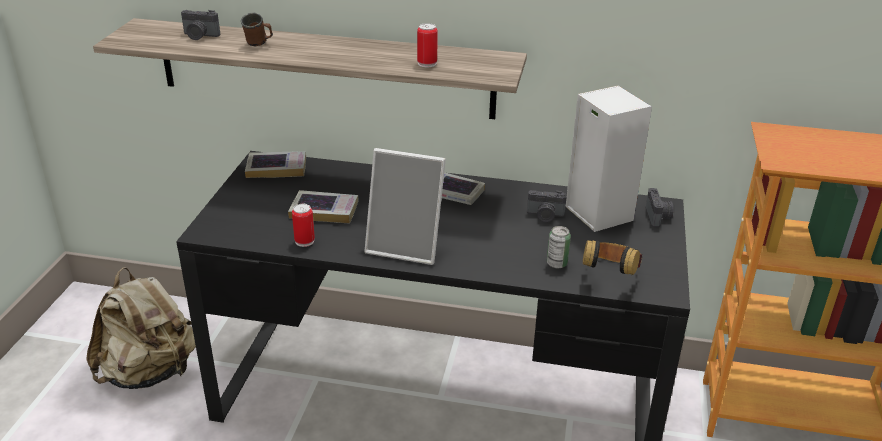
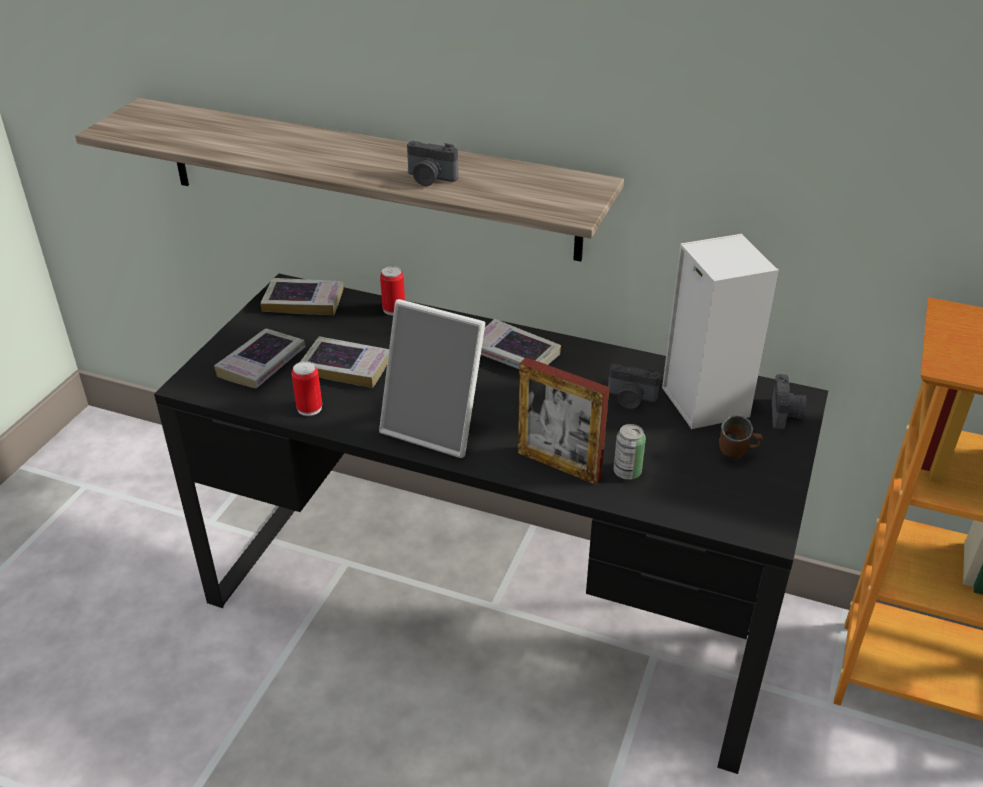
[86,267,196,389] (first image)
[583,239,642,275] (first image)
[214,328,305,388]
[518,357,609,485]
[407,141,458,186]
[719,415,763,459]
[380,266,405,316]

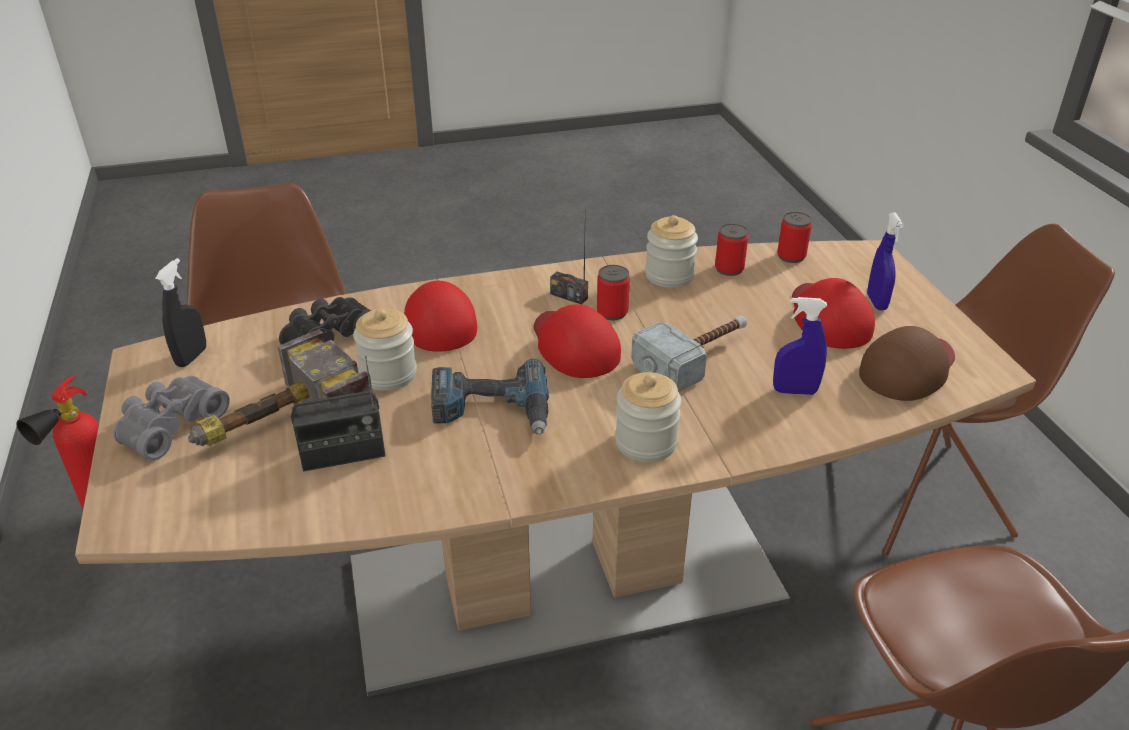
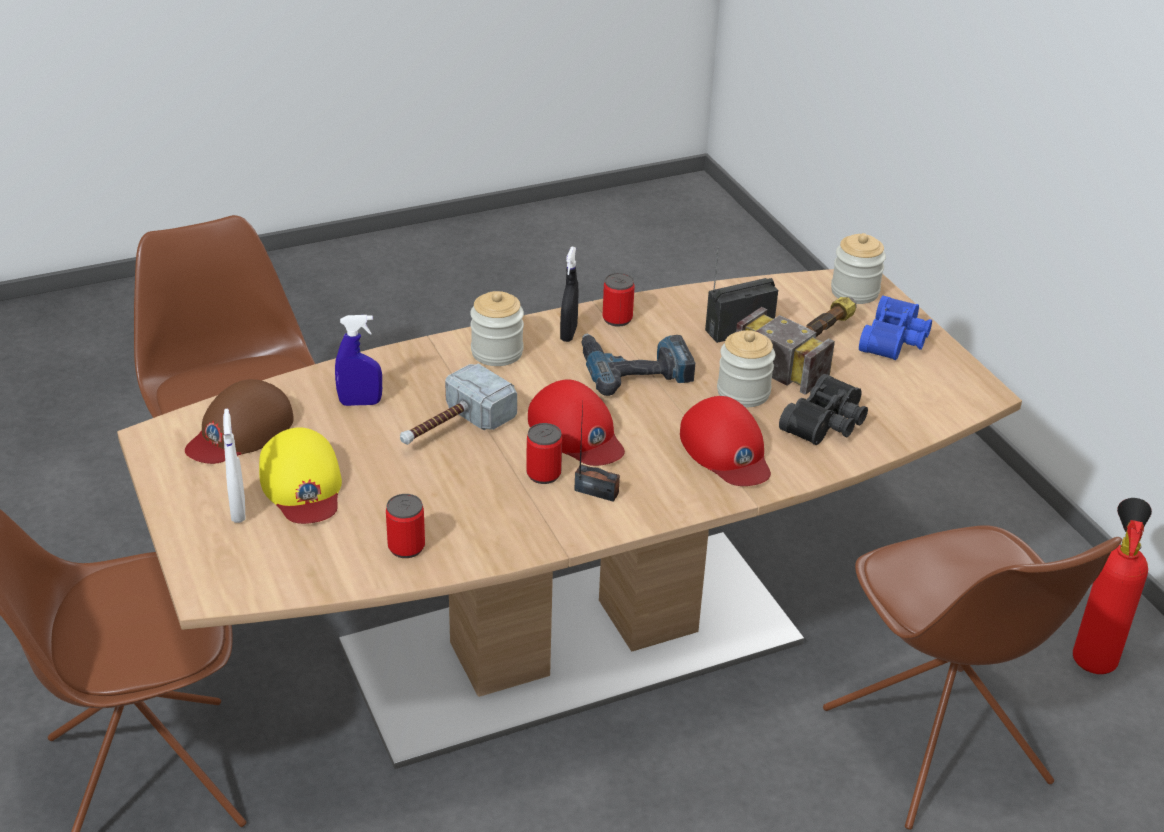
[560,247,578,342]
[831,233,886,304]
[602,273,635,326]
[859,296,932,360]
[259,427,342,524]
[223,409,245,523]

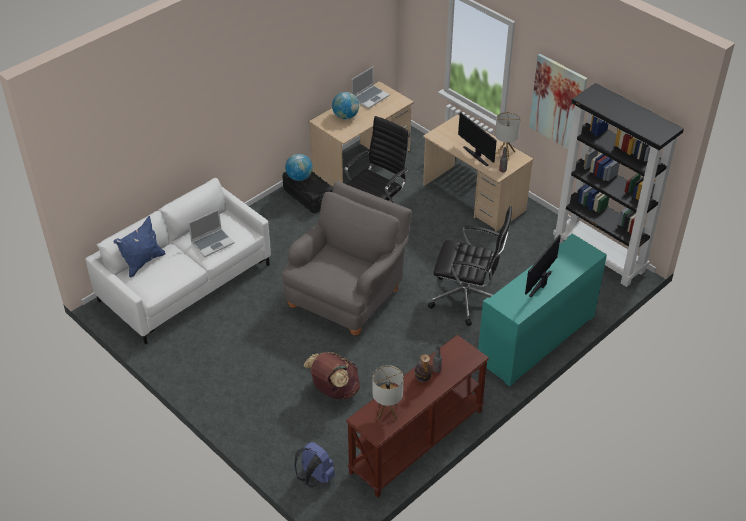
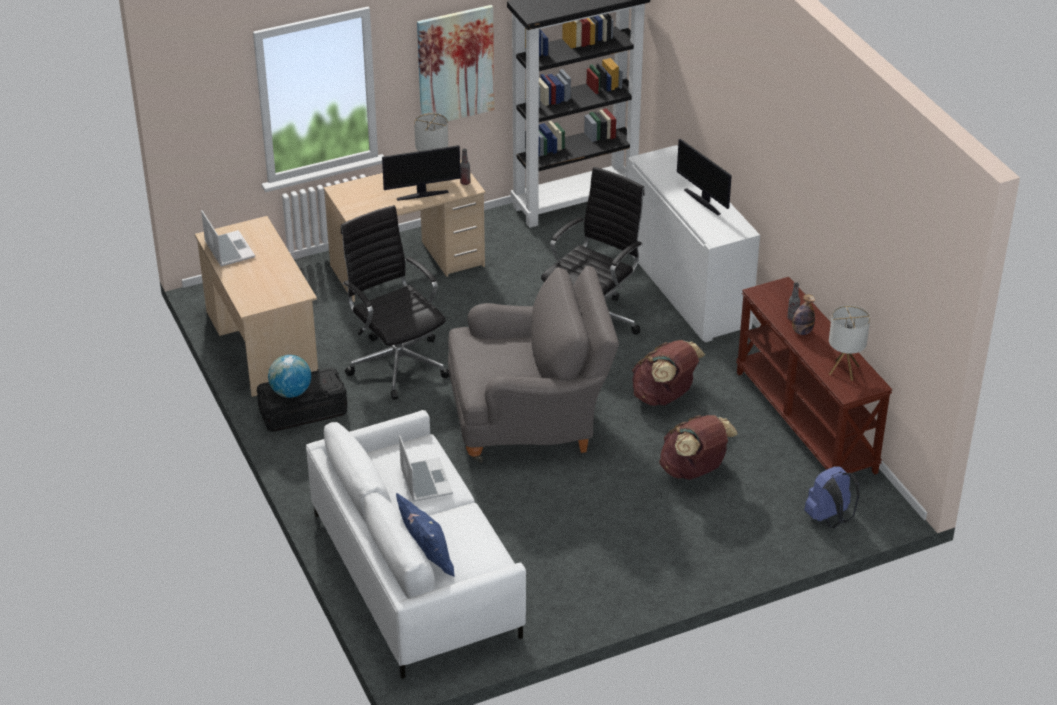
[332,92,359,119] (first image)
[632,340,706,406]
[627,145,760,342]
[448,266,619,462]

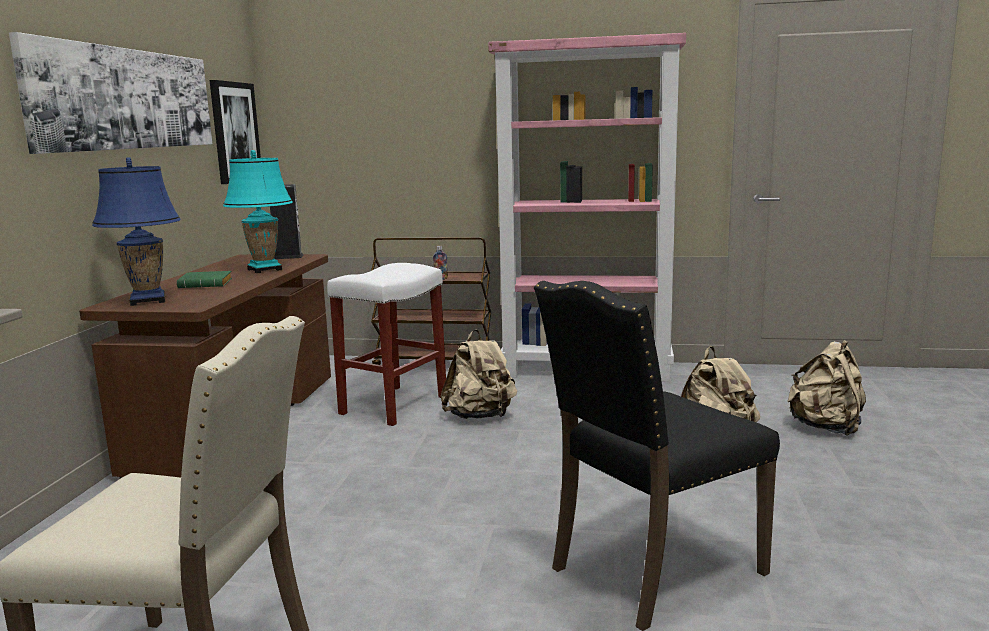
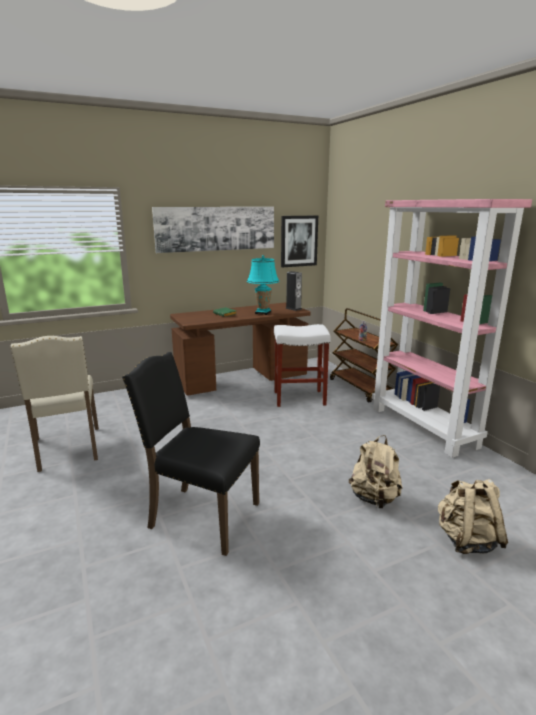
[92,157,181,306] (first image)
[441,329,517,419] (first image)

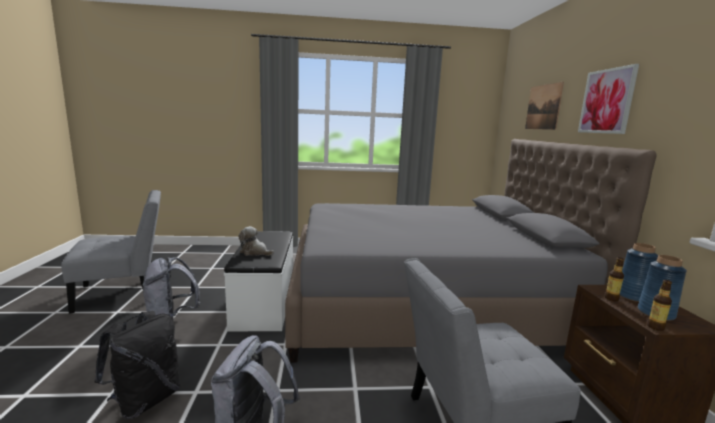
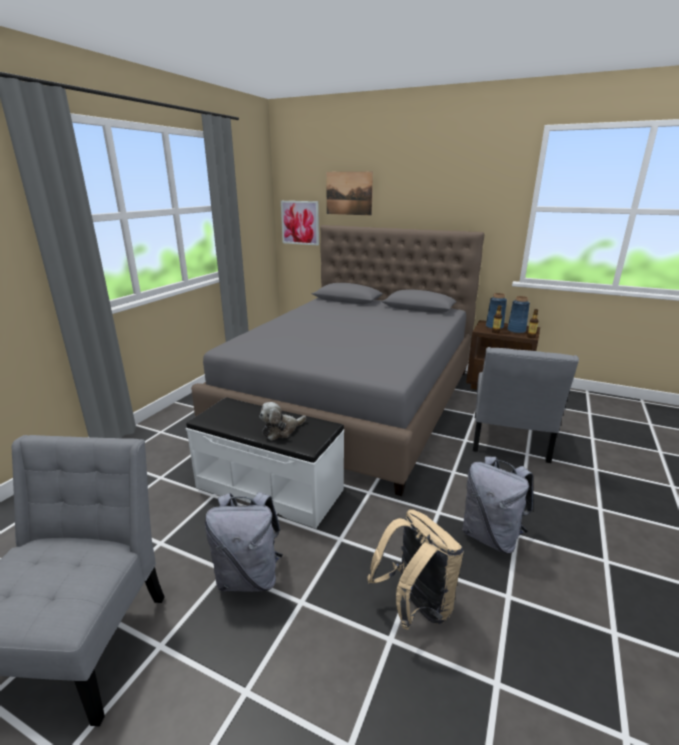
[281,201,319,245]
[367,509,464,630]

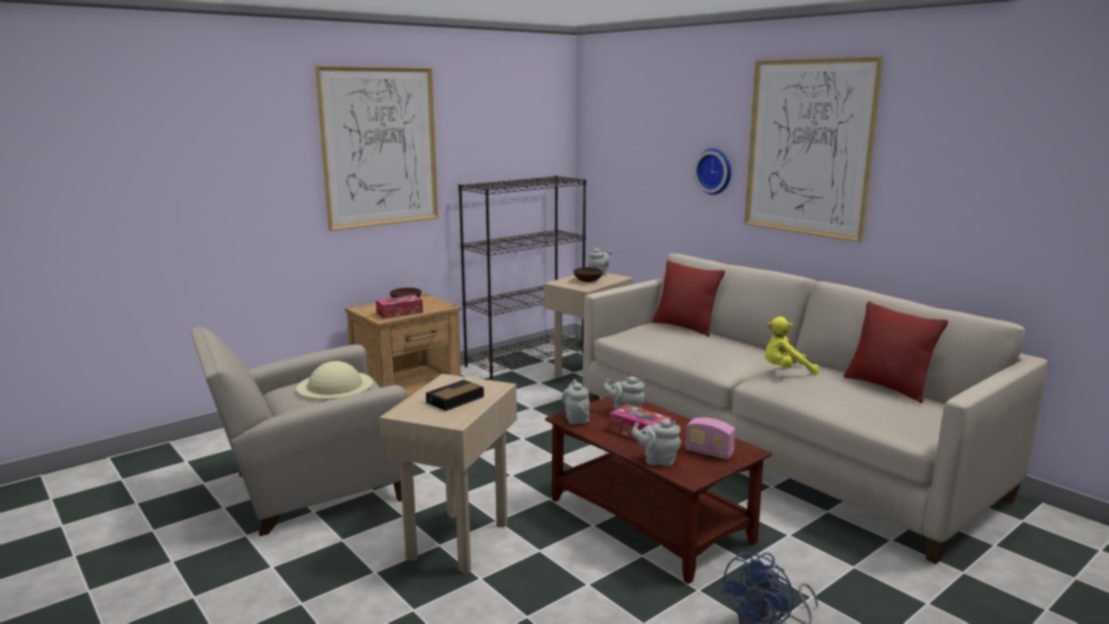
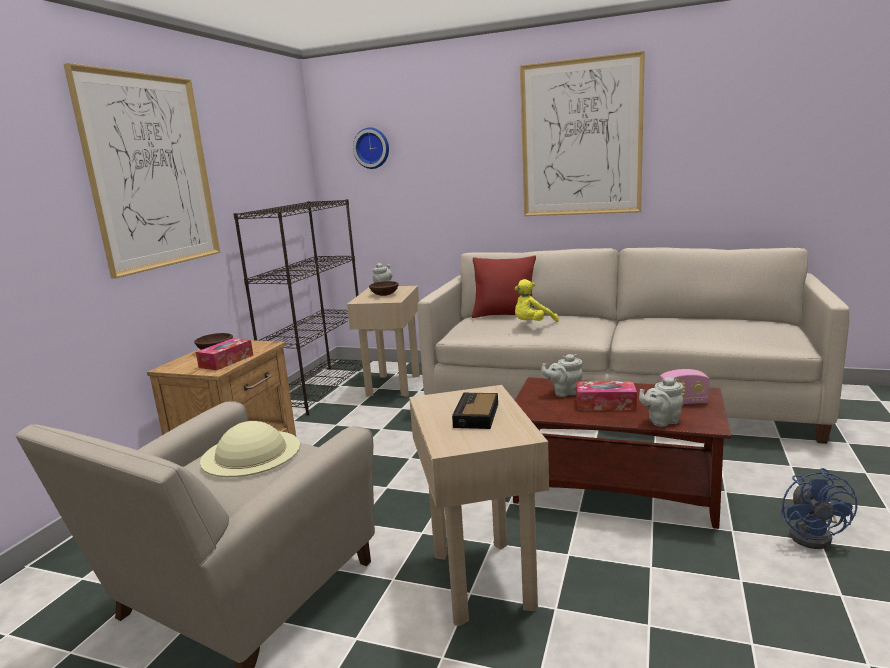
[561,380,590,424] (first image)
[844,301,948,403] (first image)
[353,127,389,169]
[515,279,559,322]

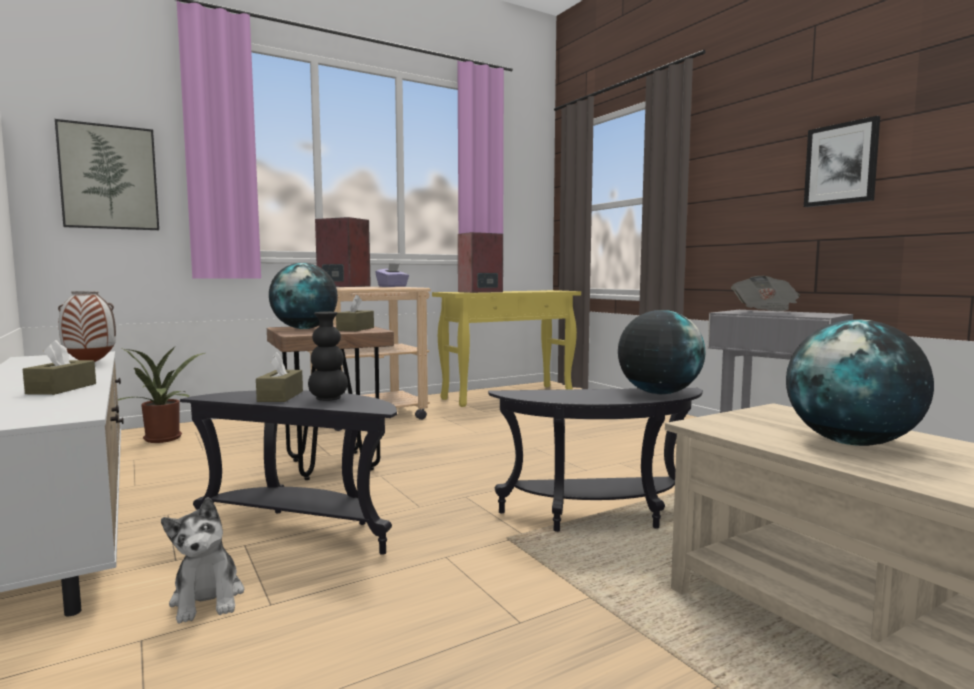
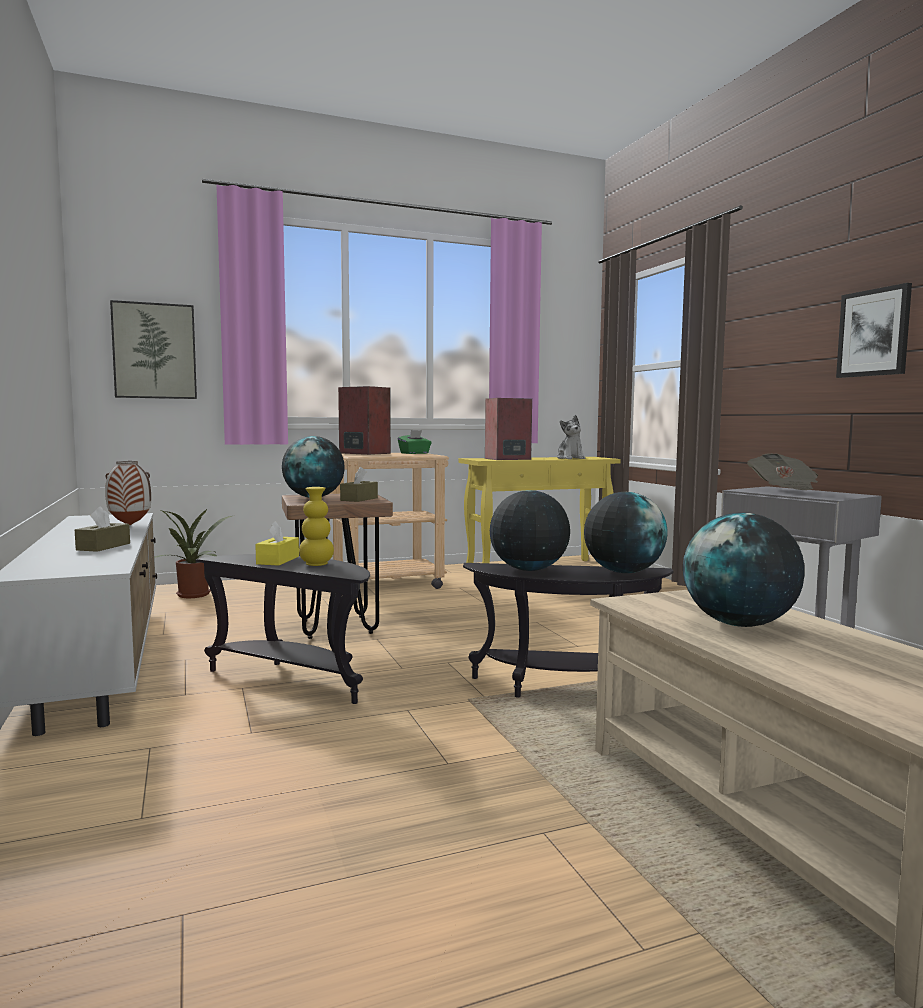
[490,490,570,571]
[557,415,585,459]
[255,521,299,566]
[299,487,334,566]
[398,430,432,454]

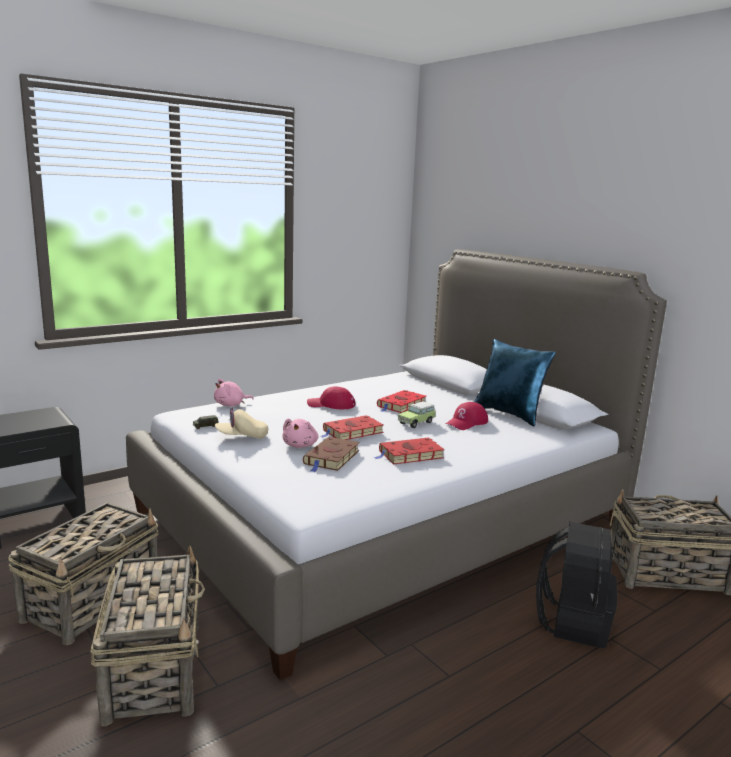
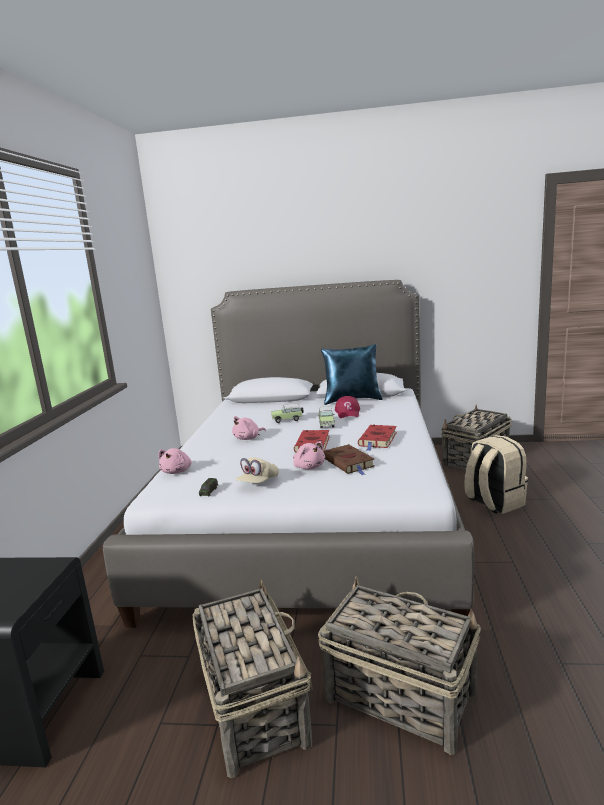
[232,416,266,440]
[271,404,304,423]
[464,435,528,514]

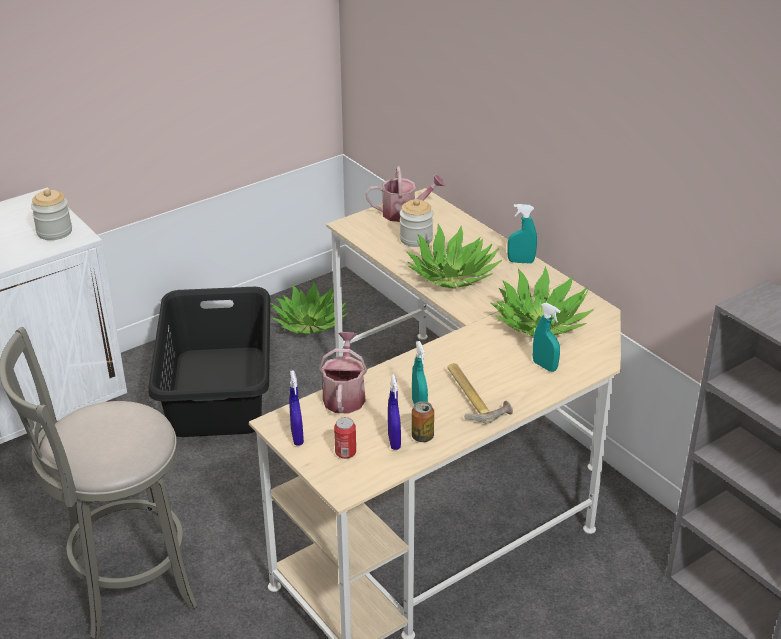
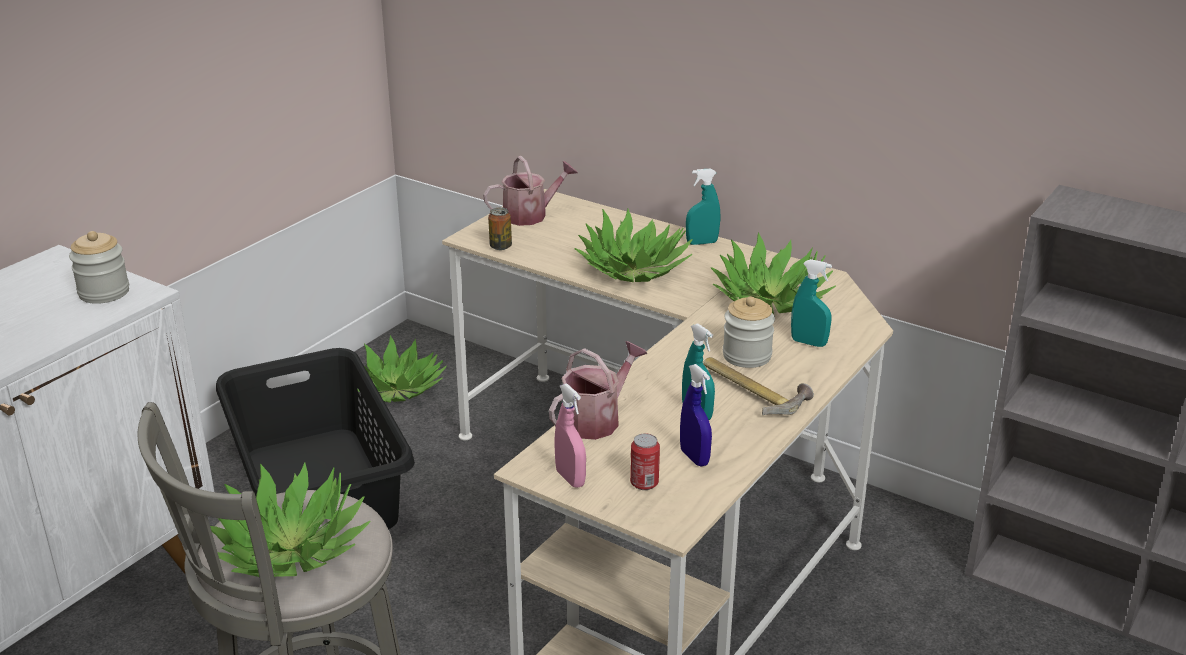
[210,463,371,577]
[723,296,775,368]
[488,208,512,250]
[555,383,586,488]
[549,341,647,440]

